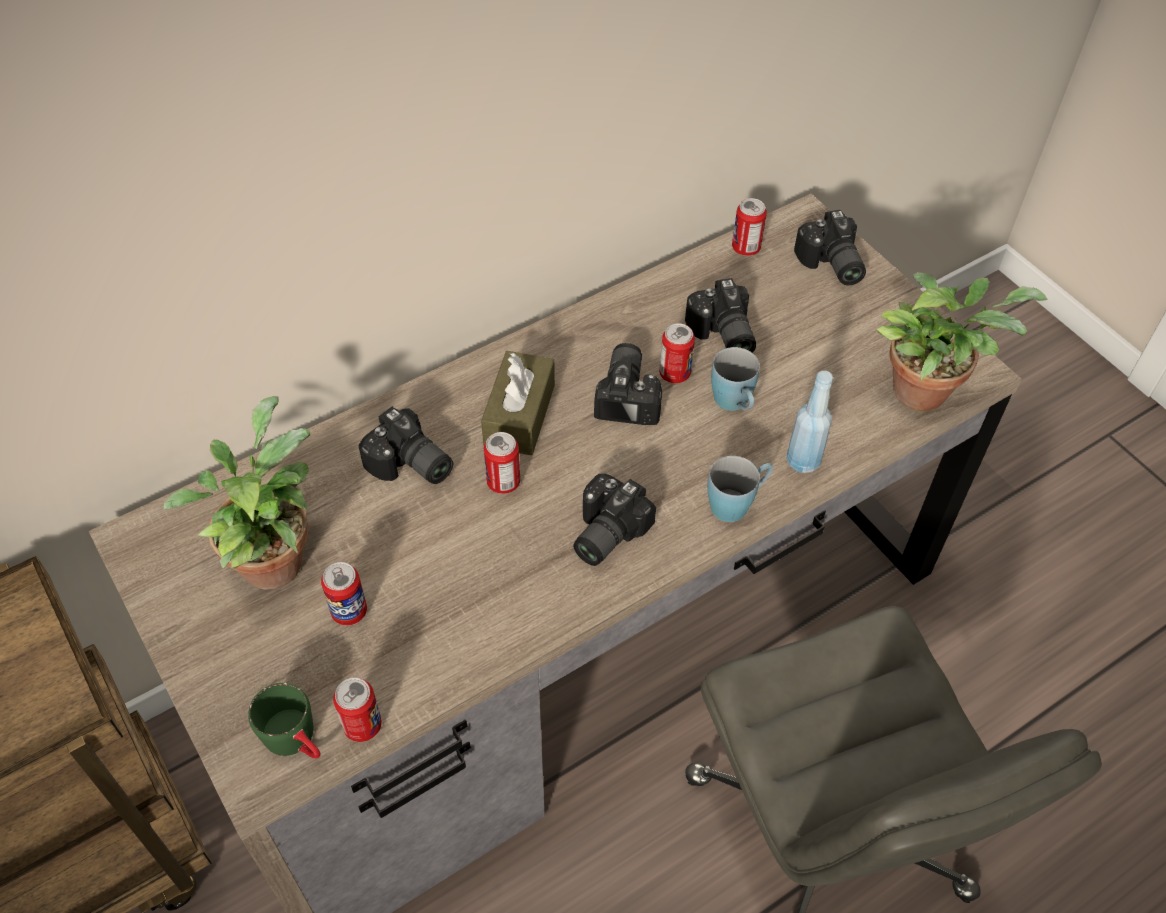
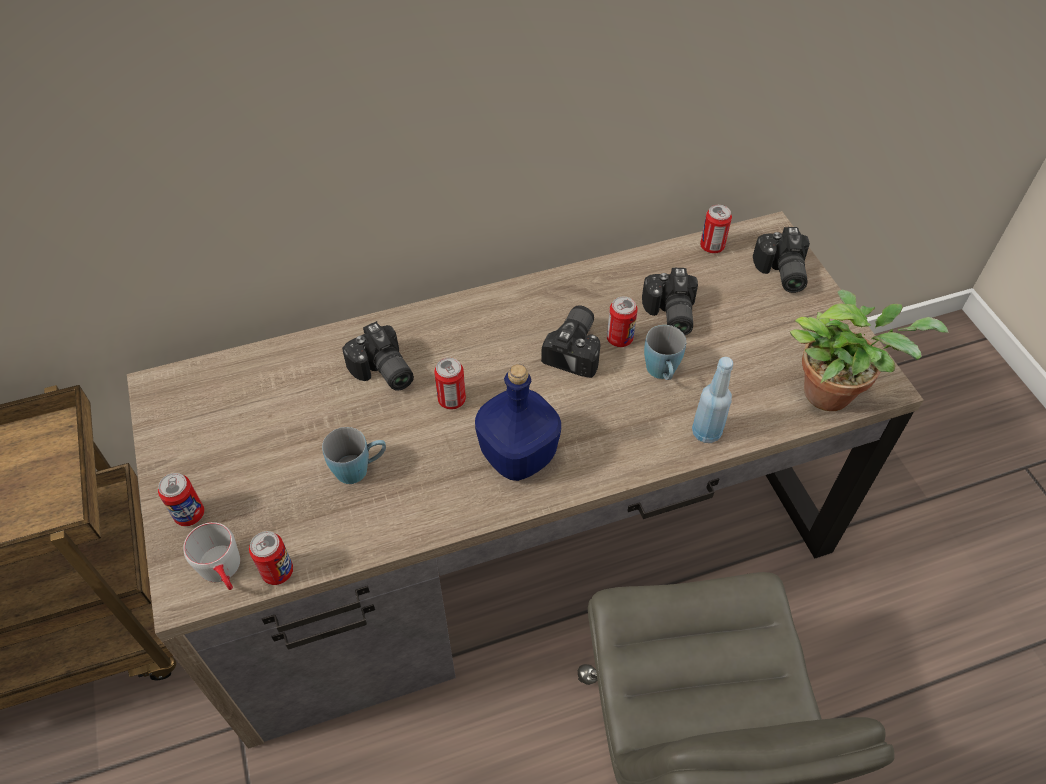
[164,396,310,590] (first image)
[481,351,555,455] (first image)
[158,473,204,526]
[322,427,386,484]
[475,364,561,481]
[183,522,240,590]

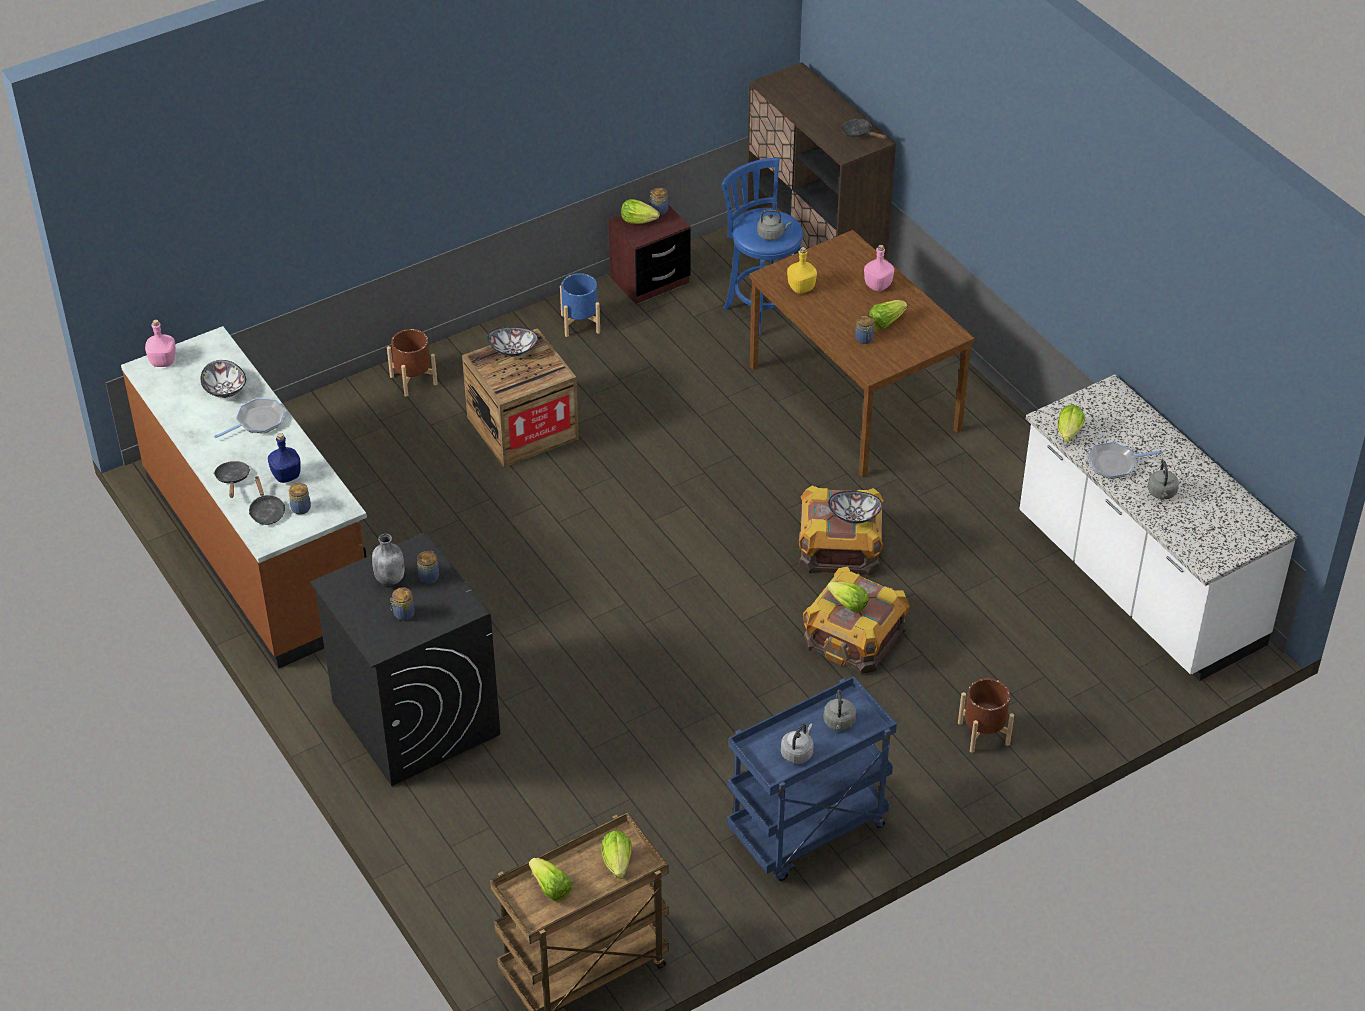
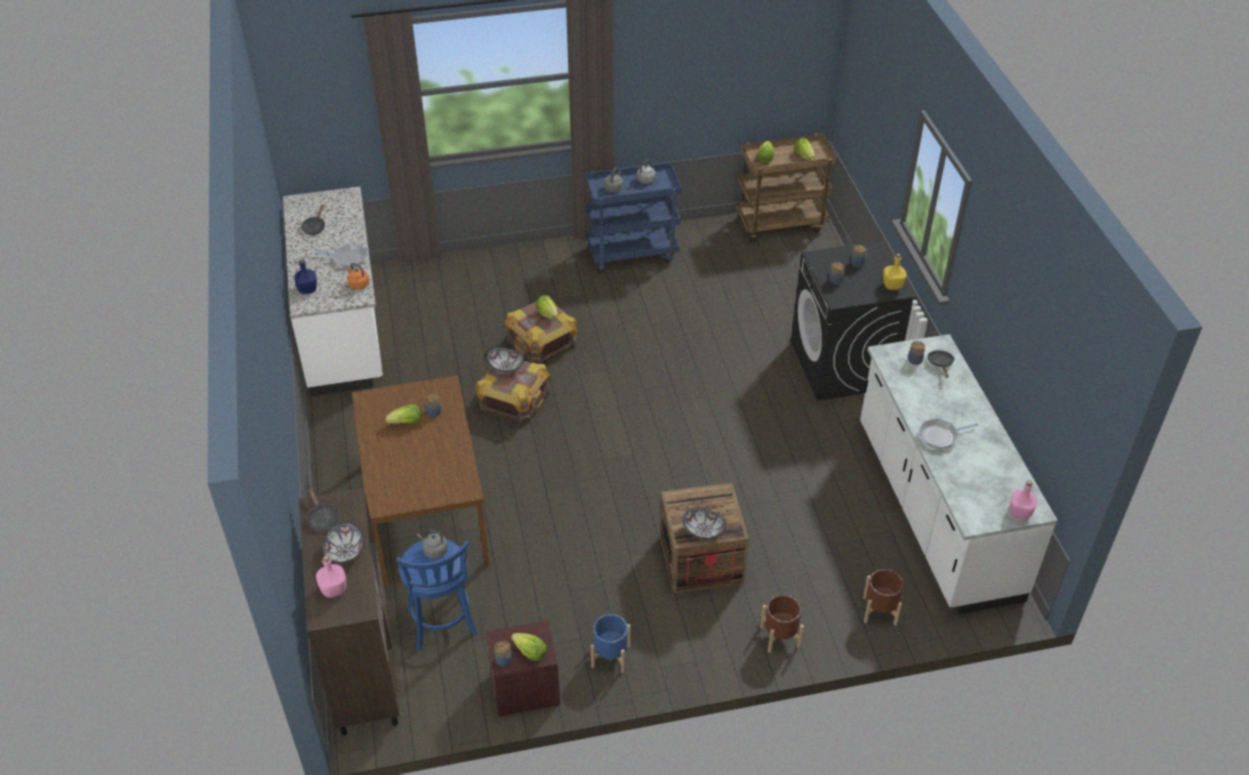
[372,534,404,586] (first image)
[1148,461,1179,499] (first image)
[322,522,364,563]
[301,205,325,235]
[294,258,317,294]
[883,253,907,290]
[316,556,347,598]
[863,569,903,626]
[346,263,369,290]
[860,334,1058,614]

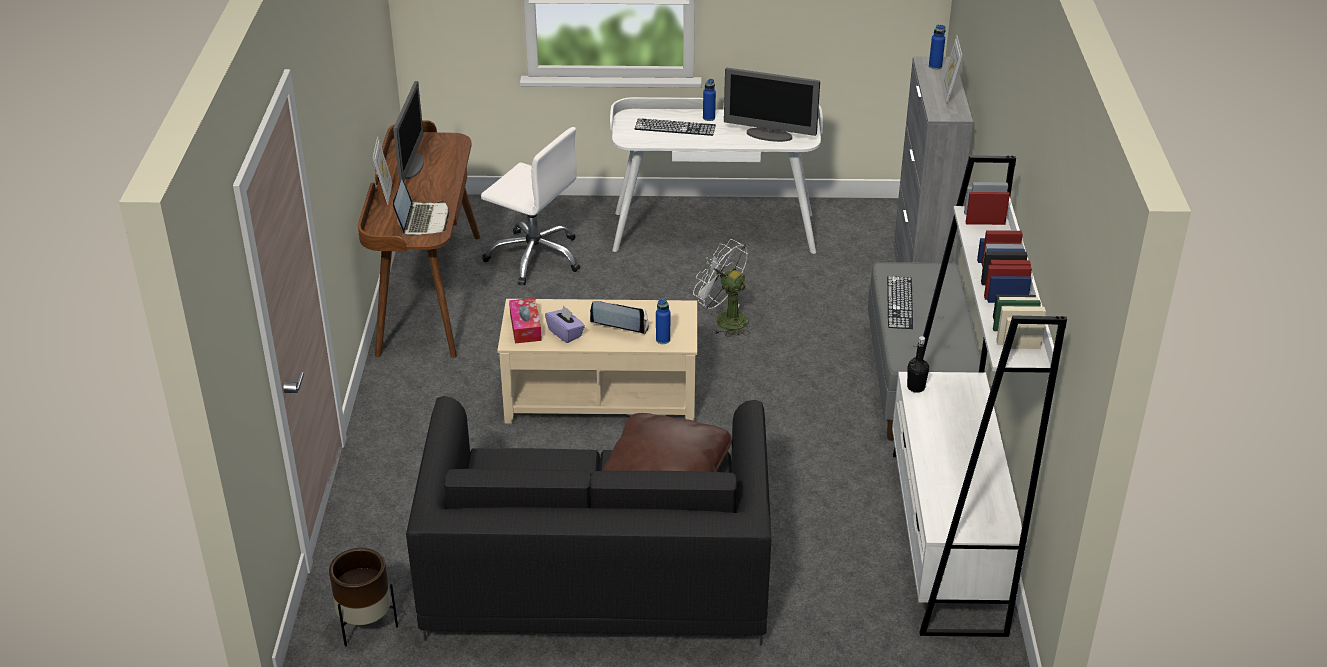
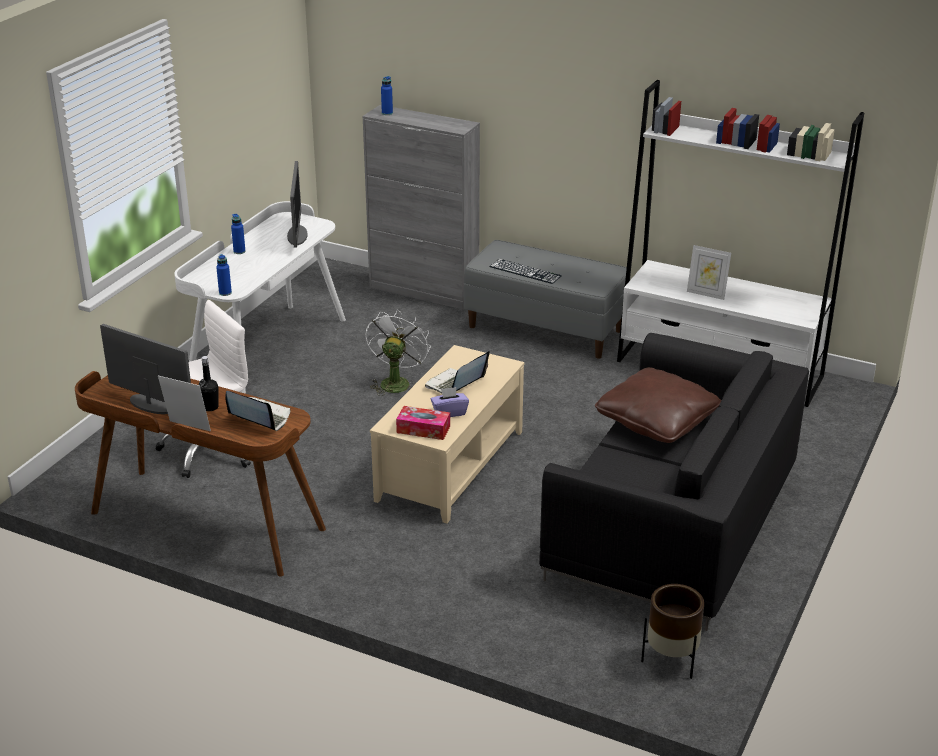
[634,118,716,136] (first image)
[216,254,232,296]
[199,356,219,411]
[687,245,731,300]
[366,309,430,396]
[287,161,308,247]

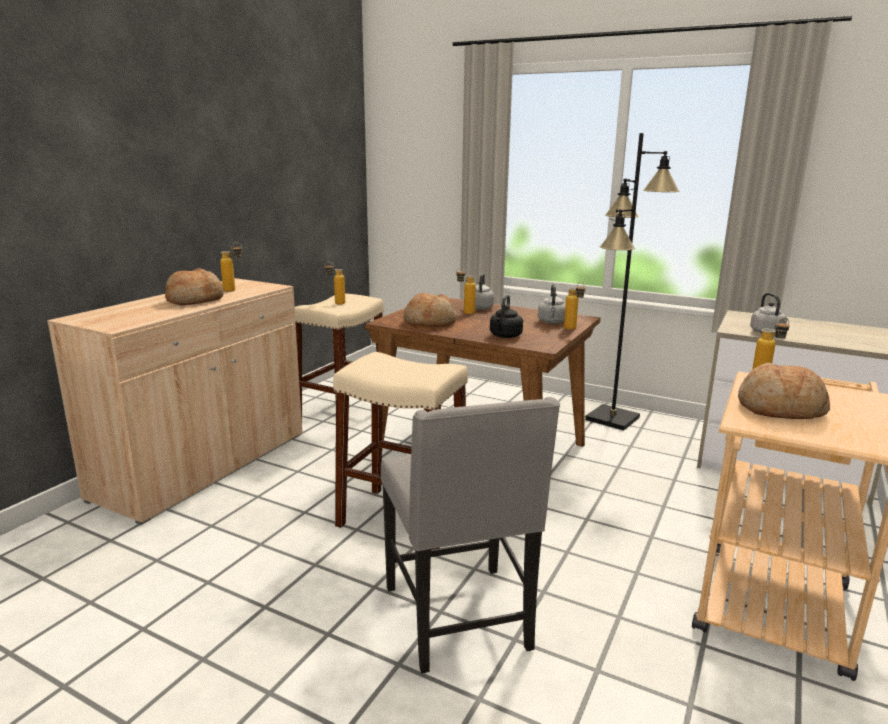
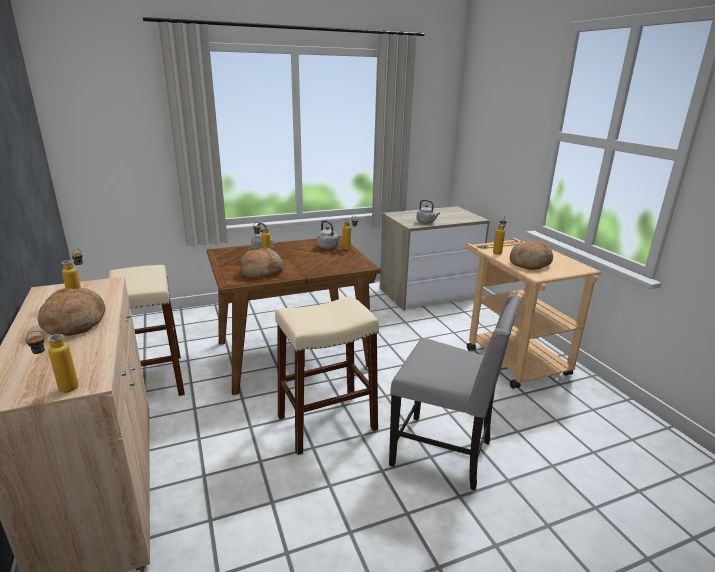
[490,295,523,338] (first image)
[585,133,679,431] (first image)
[25,331,79,393]

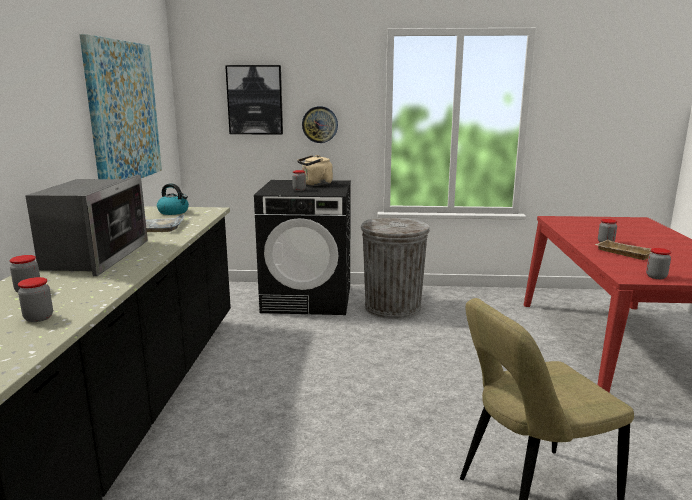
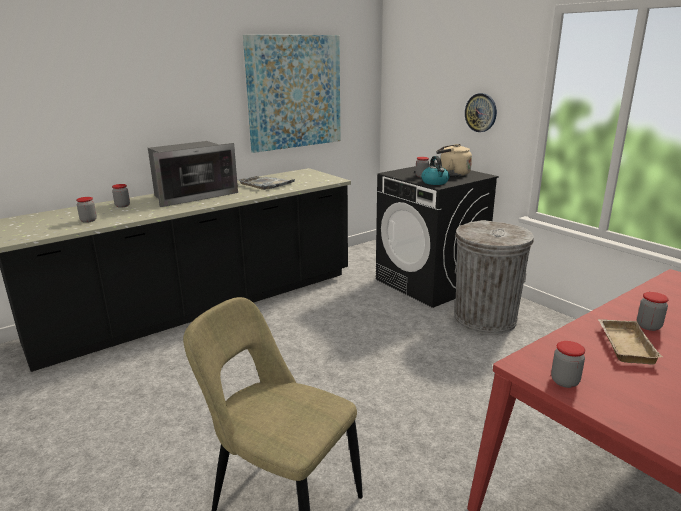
[225,65,283,135] (first image)
[421,156,449,185]

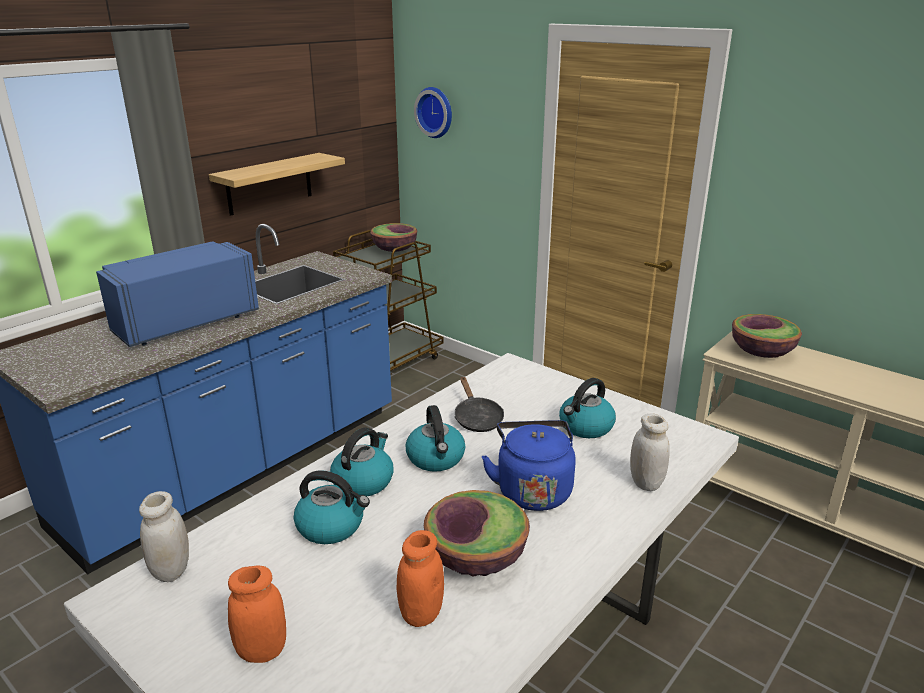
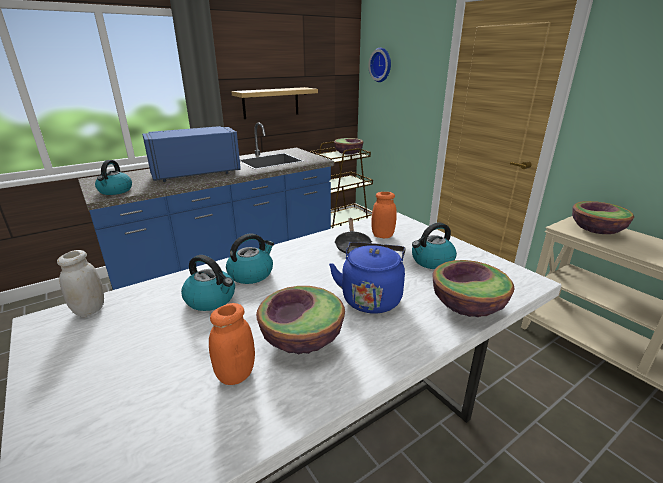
[371,192,397,238]
[95,160,132,195]
[432,260,514,317]

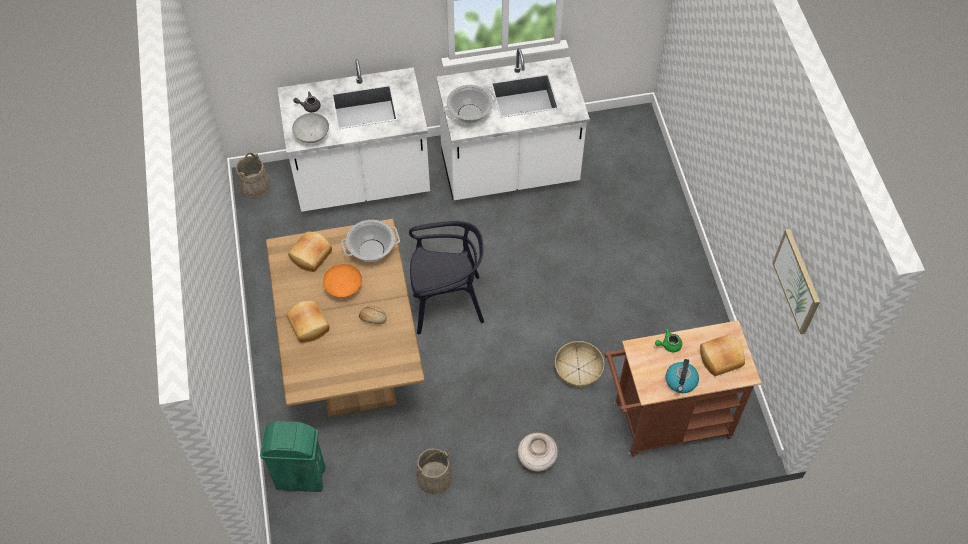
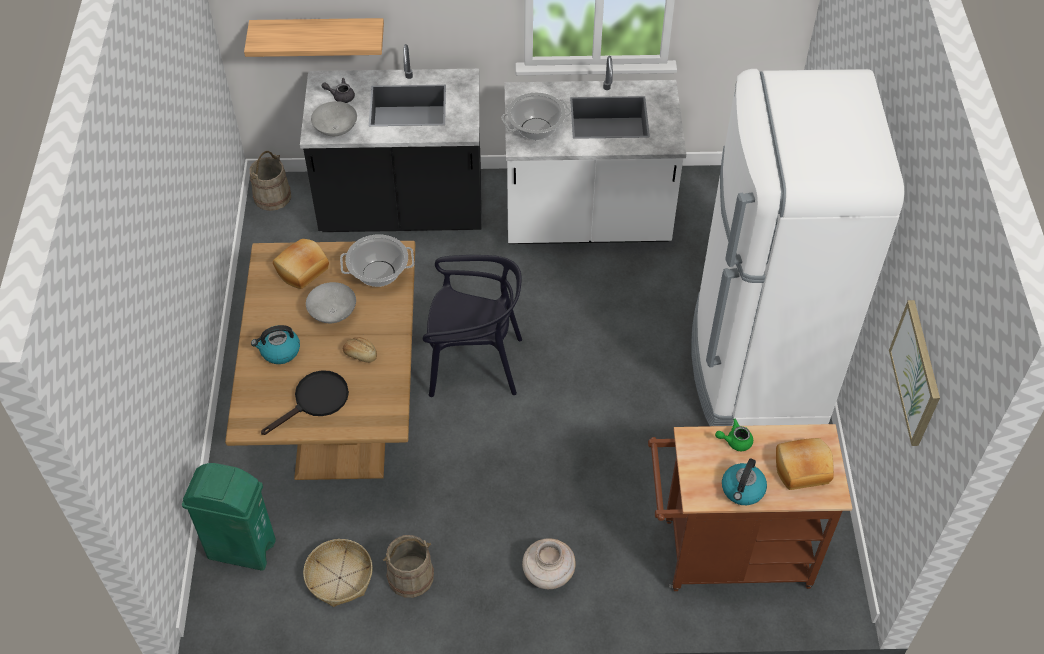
[244,18,384,57]
[261,370,349,435]
[691,69,904,426]
[303,539,373,607]
[251,325,300,364]
[300,44,481,232]
[306,282,356,323]

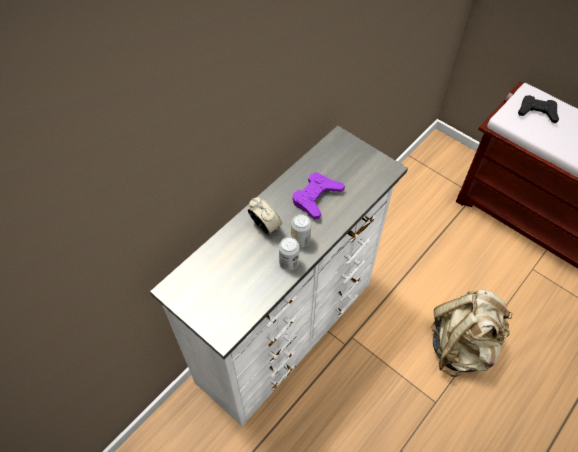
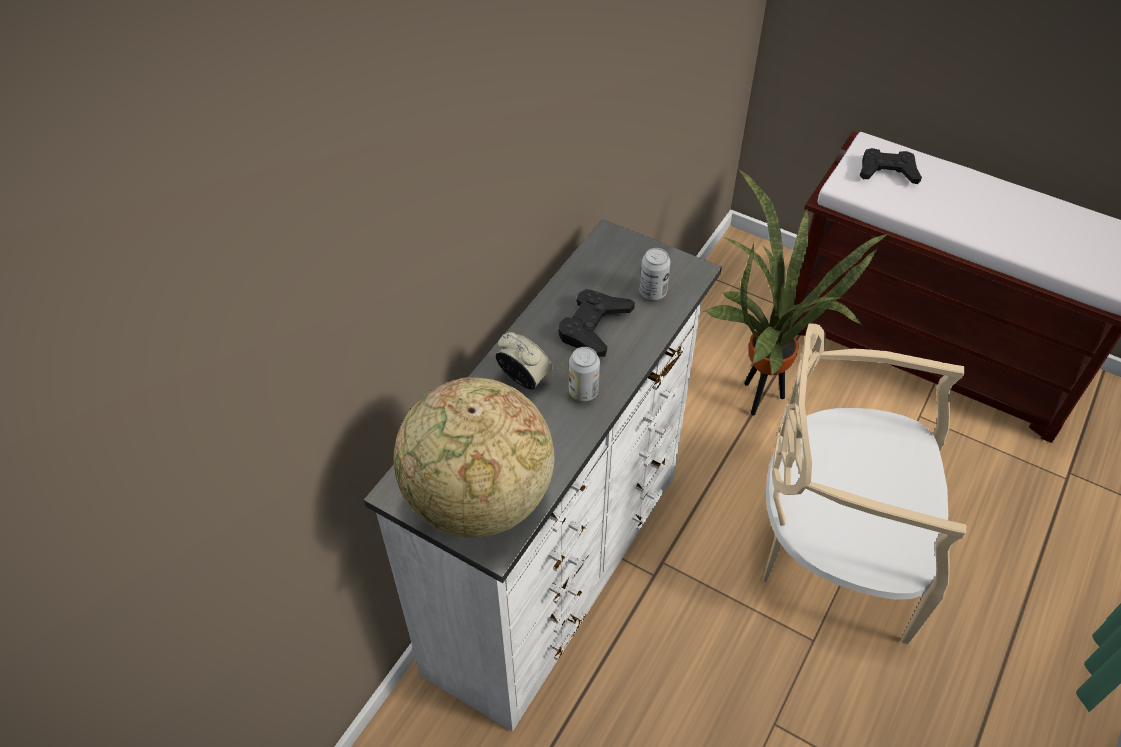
[394,377,555,538]
[703,168,890,416]
[640,248,671,300]
[762,324,966,644]
[558,289,635,357]

